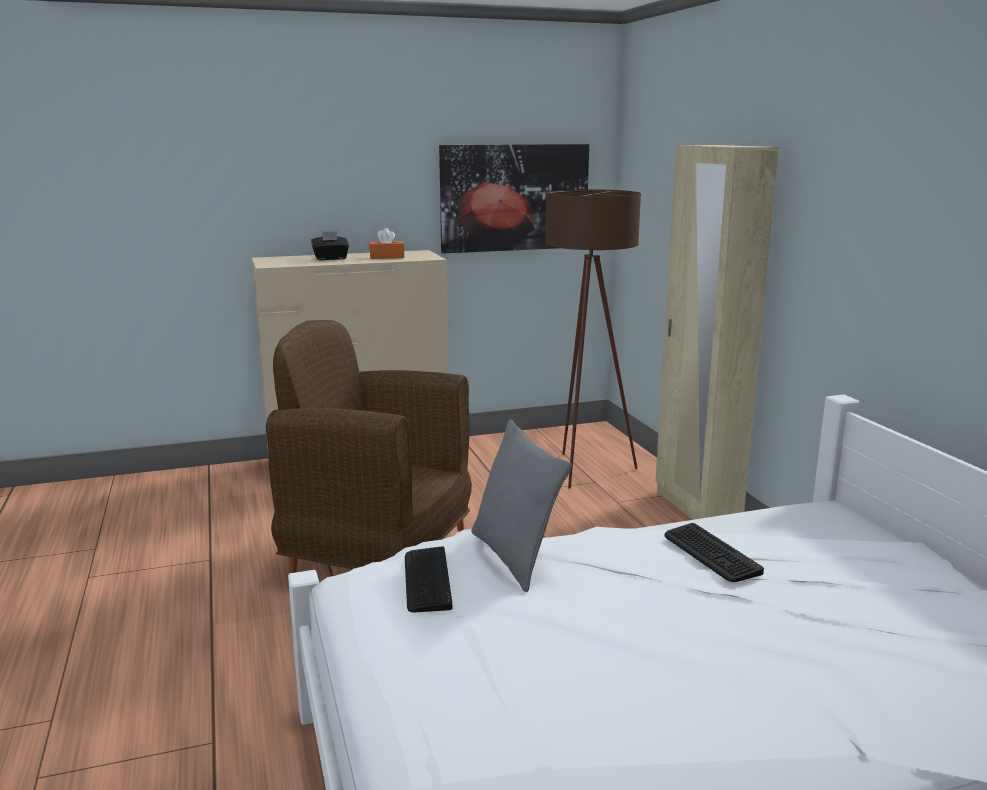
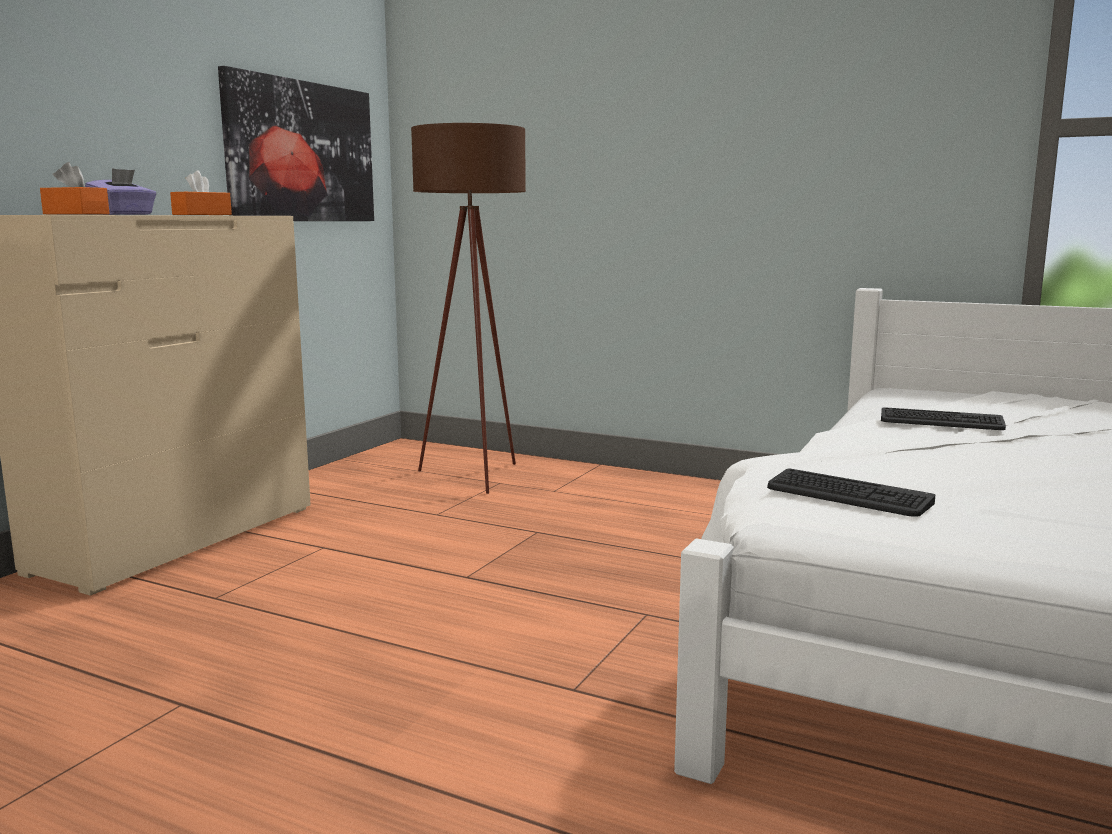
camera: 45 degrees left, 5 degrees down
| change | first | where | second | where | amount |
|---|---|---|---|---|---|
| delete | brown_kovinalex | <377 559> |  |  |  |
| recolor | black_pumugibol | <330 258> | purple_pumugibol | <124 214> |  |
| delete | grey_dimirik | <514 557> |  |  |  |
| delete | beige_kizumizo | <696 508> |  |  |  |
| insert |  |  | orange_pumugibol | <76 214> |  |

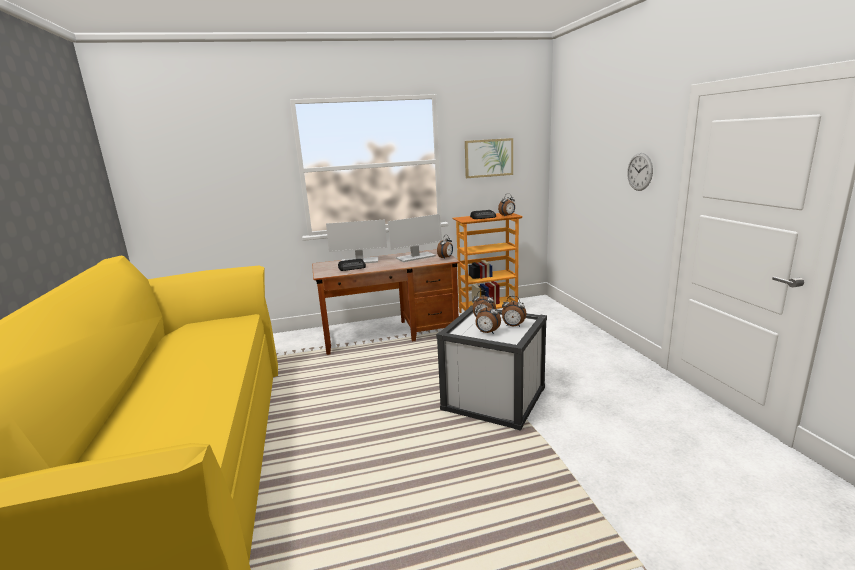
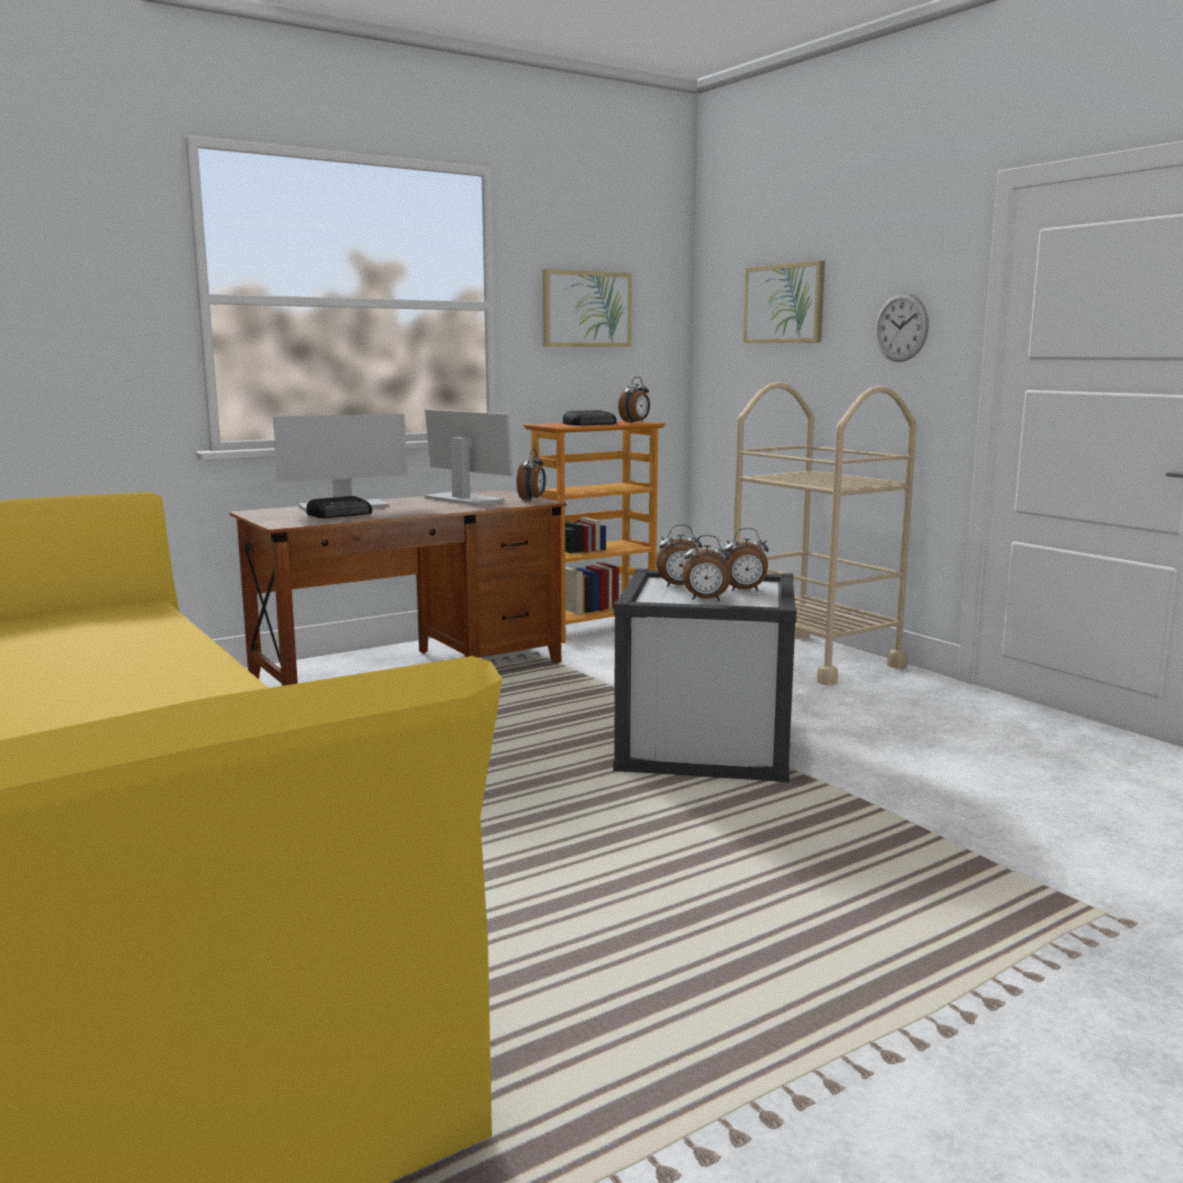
camera: 20 degrees left, 5 degrees down
| change | first | where | second | where | amount |
|---|---|---|---|---|---|
| rotate | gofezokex | <415 257> |  | <464 500> | 90 degrees counterclockwise |
| insert |  |  | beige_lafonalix | <813 658> |  |
| insert |  |  | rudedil | <784 304> |  |

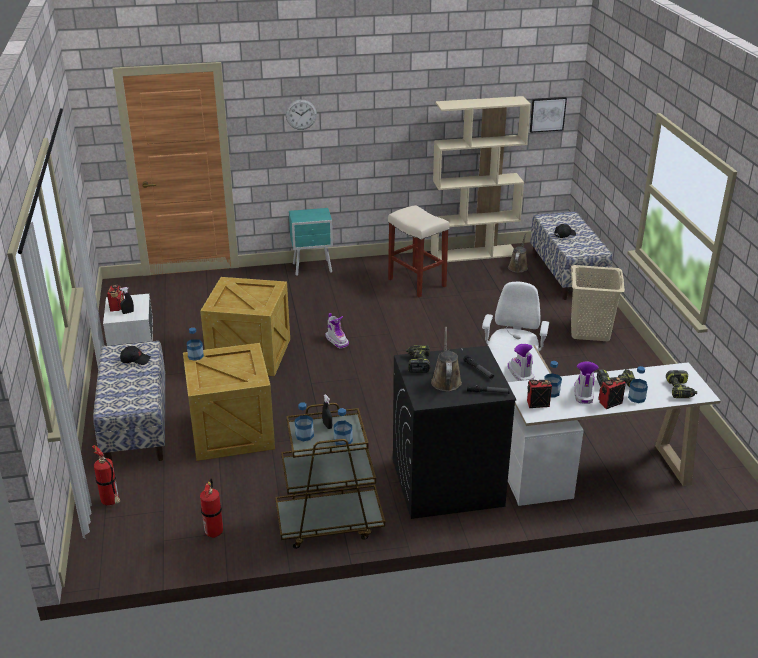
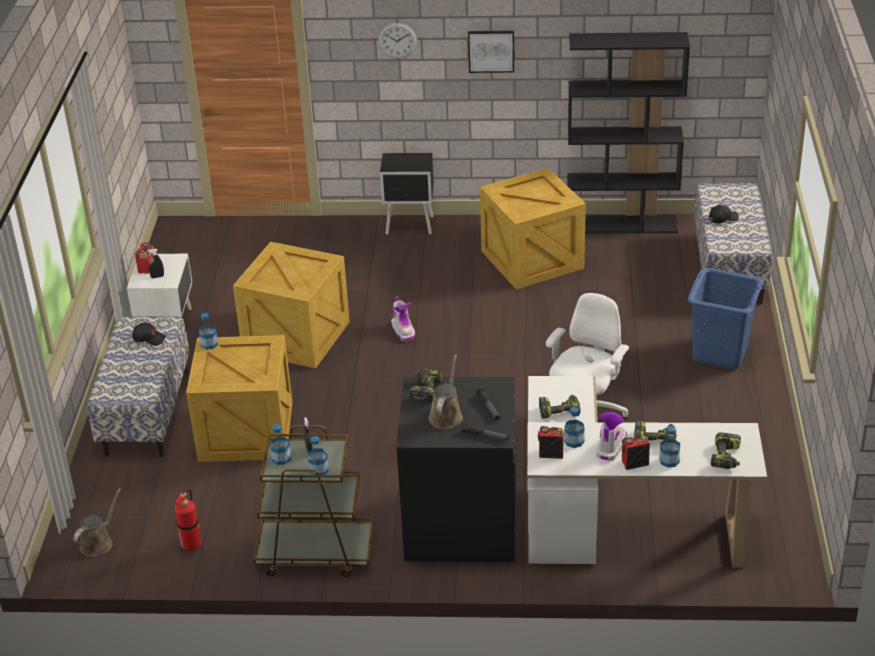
camera: 15 degrees right, 5 degrees up
| change | first | where | second | where | amount |
|---|---|---|---|---|---|
| delete | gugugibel | <111 503> |  |  |  |
| recolor | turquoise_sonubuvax | <313 268> | black_sonubuvax | <411 226> |  |
| replace | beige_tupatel | <416 282> | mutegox | <530 259> |  |
| recolor | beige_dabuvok | <474 254> | black_dabuvok | <622 224> |  |
| move | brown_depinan | <518 267> |  | <98 543> |  |
| replace | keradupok | <520 374> | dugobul | <559 411> |  |
| move | rudedil | <547 114> |  | <491 50> |  |
| recolor | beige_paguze | <589 331> | blue_paguze | <720 352> |  |

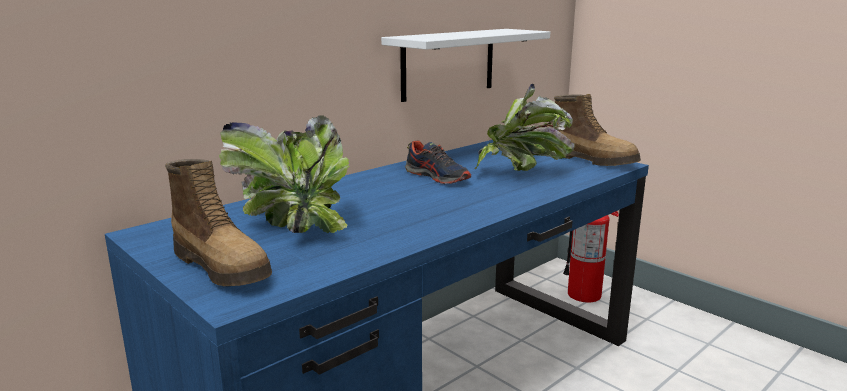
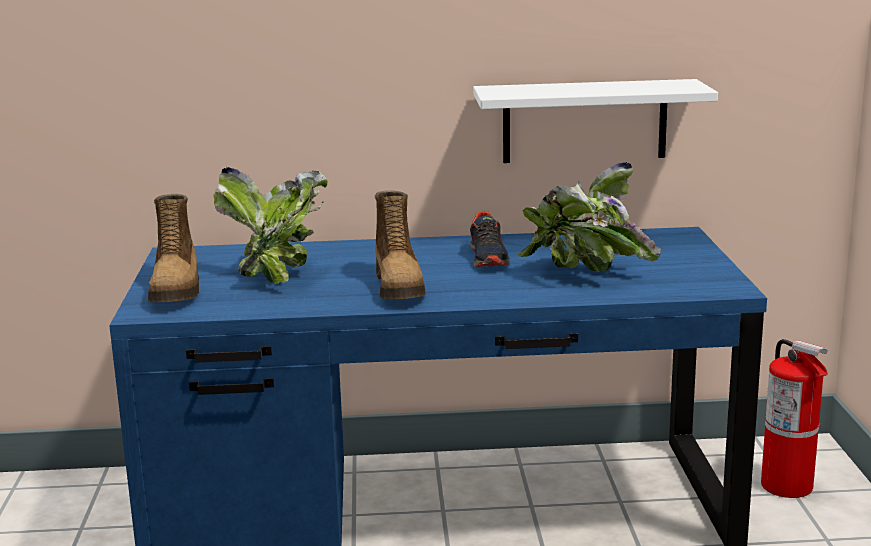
camera: 40 degrees right, 0 degrees up
| change | first | where | second | where | amount |
|---|---|---|---|---|---|
| move | keradupok | <592 160> |  | <400 287> |  |

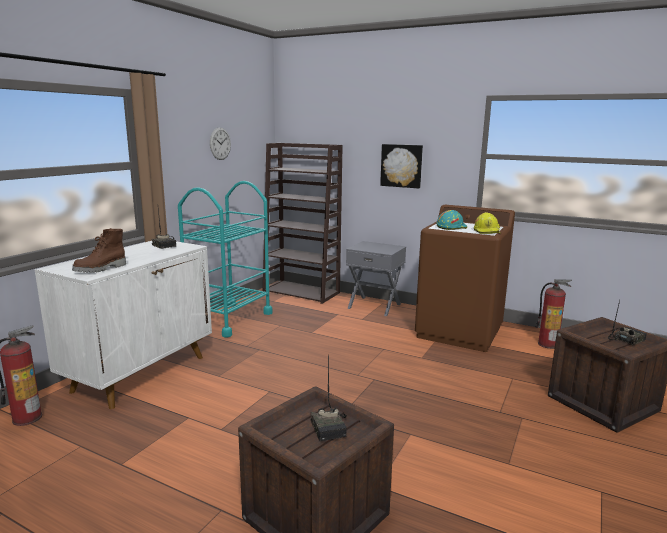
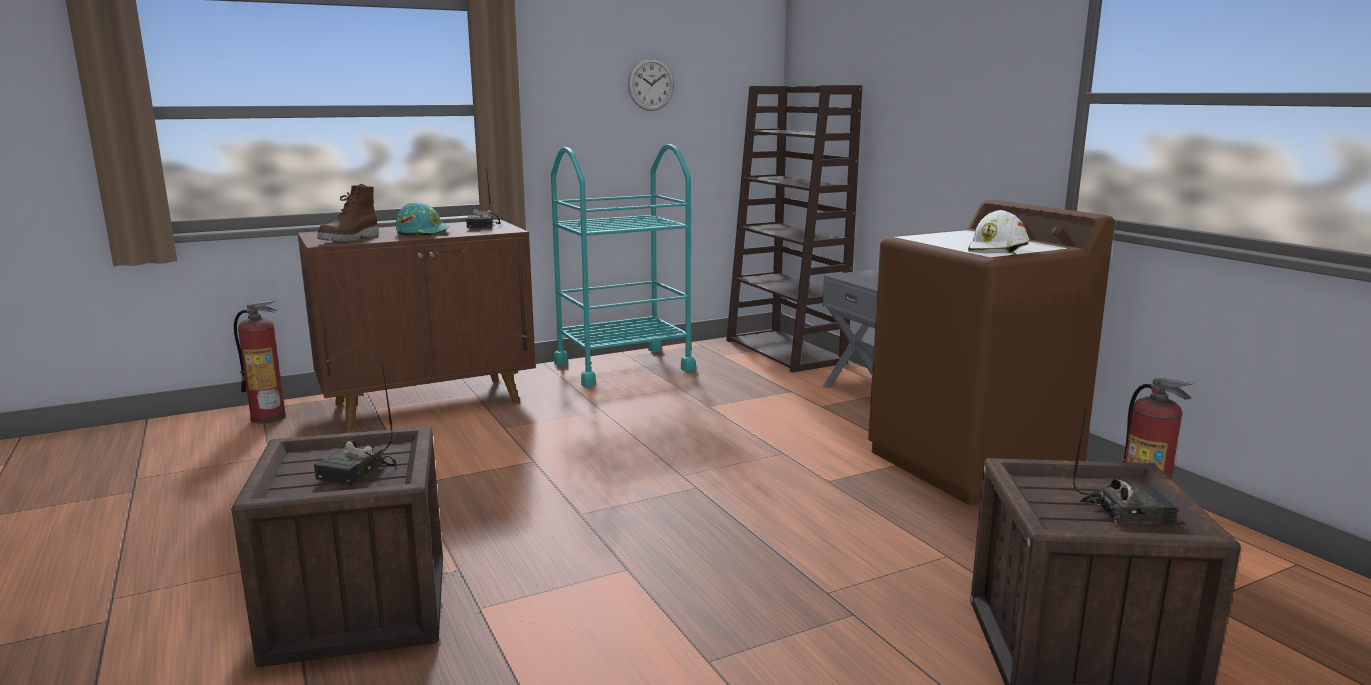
camera: 35 degrees right, 0 degrees up
| change | first | where | second | where | amount |
|---|---|---|---|---|---|
| recolor | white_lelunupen | <141 373> | brown_lelunupen | <429 403> |  |
| rotate | brown_keradupok | <101 269> |  | <350 239> | 45 degrees counterclockwise |
| delete | rudedil | <401 165> |  |  |  |
| move | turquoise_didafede | <451 227> |  | <423 233> |  |
| recolor | yellow_didafede | <487 231> | white_didafede | <998 250> |  |

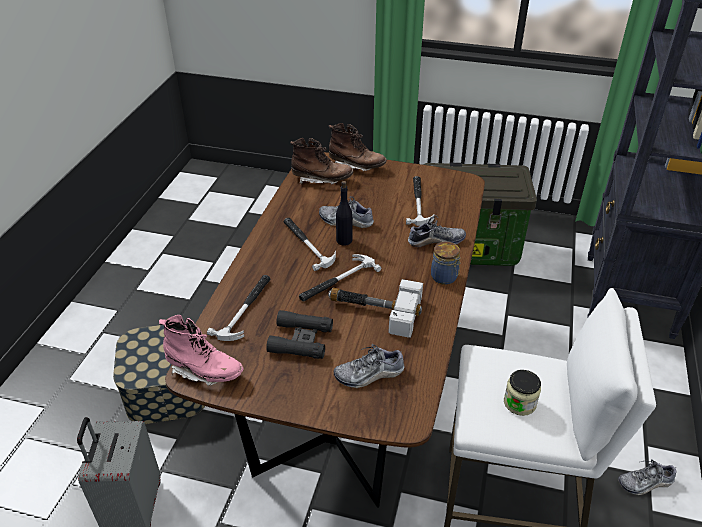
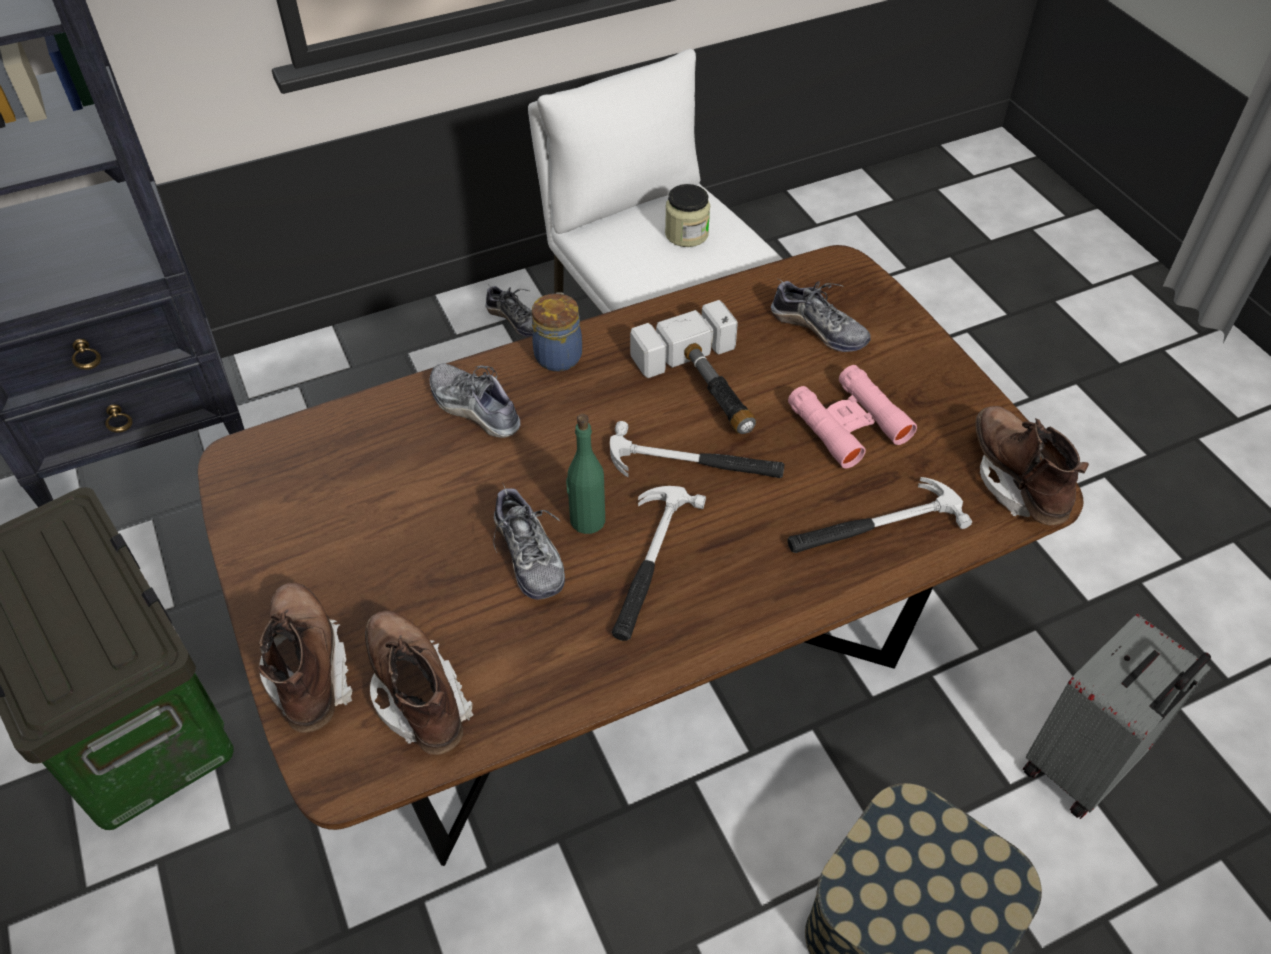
camera: 130 degrees left, 10 degrees up
| change | first | where | second | where | amount |
|---|---|---|---|---|---|
| recolor | pink_keradupok | <204 370> | brown_keradupok | <1016 481> |  |
| recolor | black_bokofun | <301 340> | pink_bokofun | <848 424> |  |
| recolor | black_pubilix | <344 240> | green_pubilix | <587 520> |  |
| delete | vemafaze | <418 202> |  |  |  |

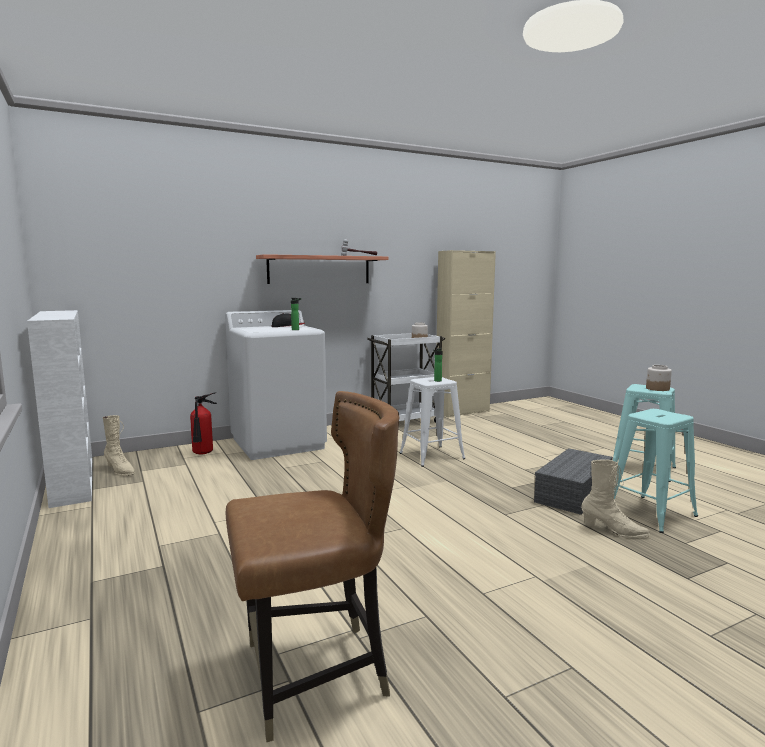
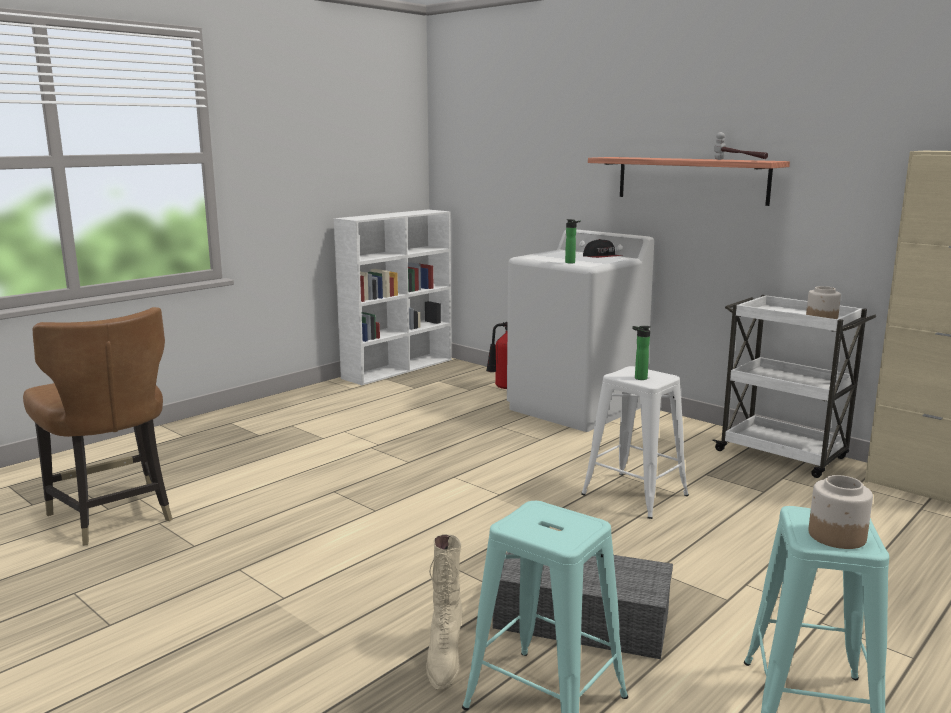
camera: 70 degrees right, 5 degrees up
| change | first | where | second | where | amount |
|---|---|---|---|---|---|
| delete | beige_keradupok | <120 471> |  |  |  |

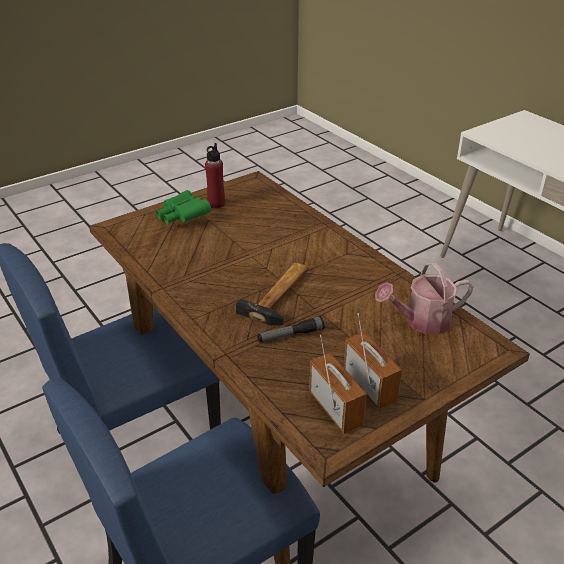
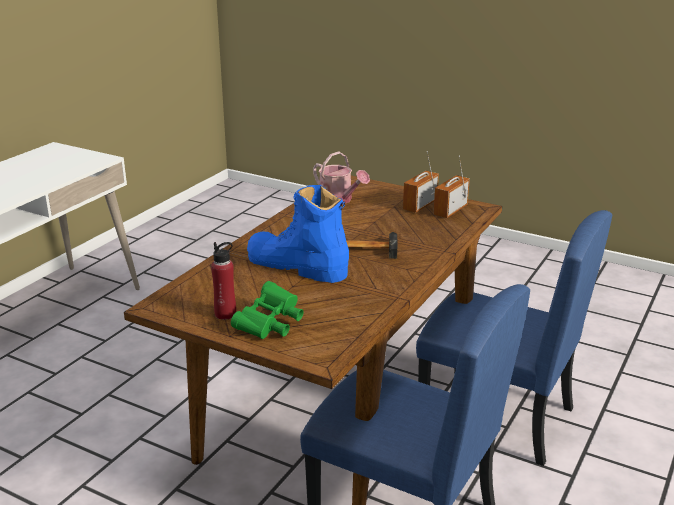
camera: 115 degrees left, 10 degrees down
| change | first | where | second | where | amount |
|---|---|---|---|---|---|
| delete | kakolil | <290 335> |  |  |  |
| insert |  |  | blue_keradupok | <297 266> |  |

